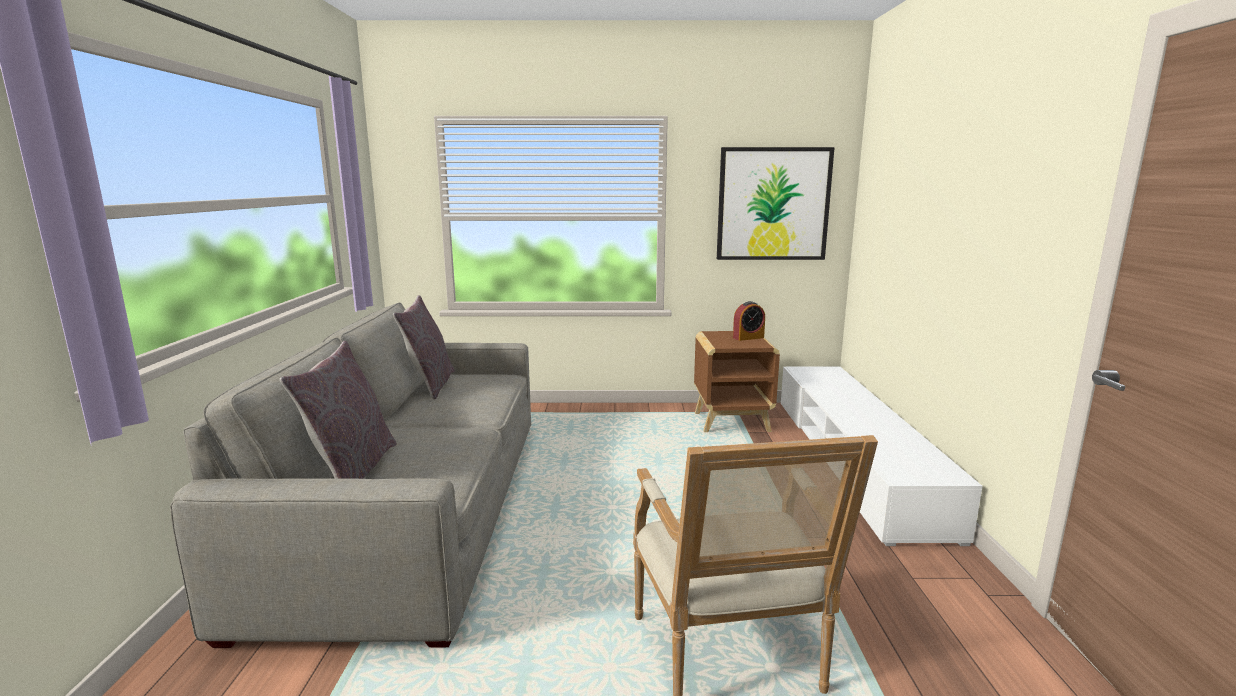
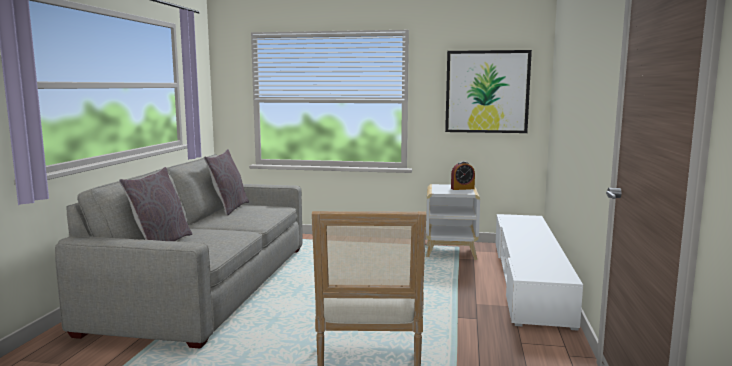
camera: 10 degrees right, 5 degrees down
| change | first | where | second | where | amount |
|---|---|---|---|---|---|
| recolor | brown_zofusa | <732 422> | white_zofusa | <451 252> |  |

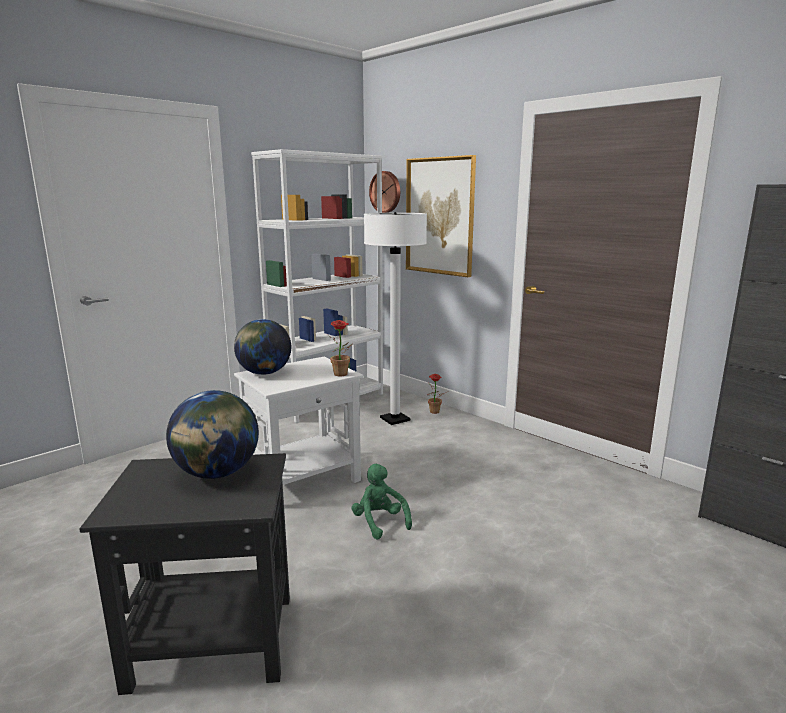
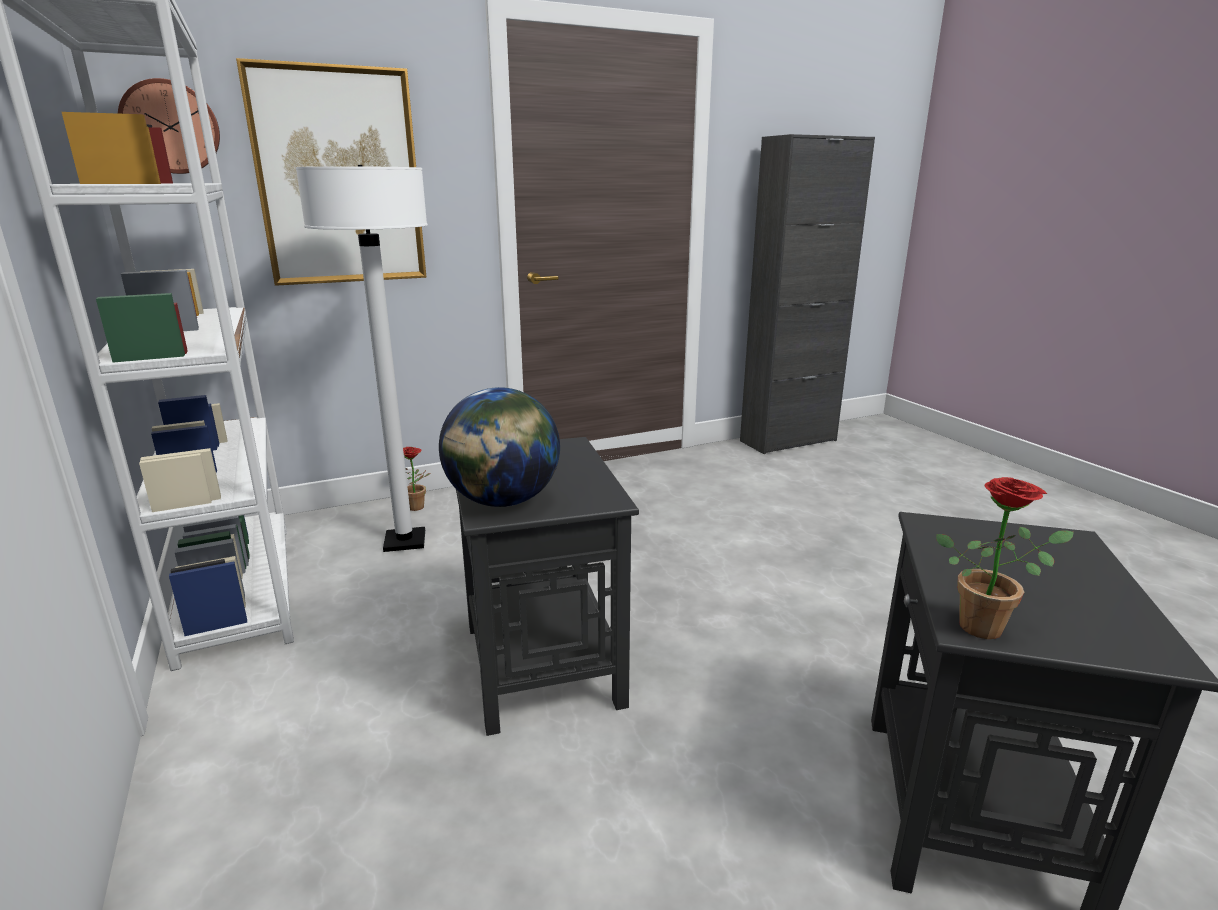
camera: 70 degrees left, 5 degrees up
| change | first | where | second | where | amount |
|---|---|---|---|---|---|
| delete | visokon | <217 473> |  |  |  |
| recolor | white_zofusa | <304 479> | black_zofusa | <542 662> |  |
| move | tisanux | <342 375> |  | <987 625> |  |
| delete | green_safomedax | <379 522> |  |  |  |

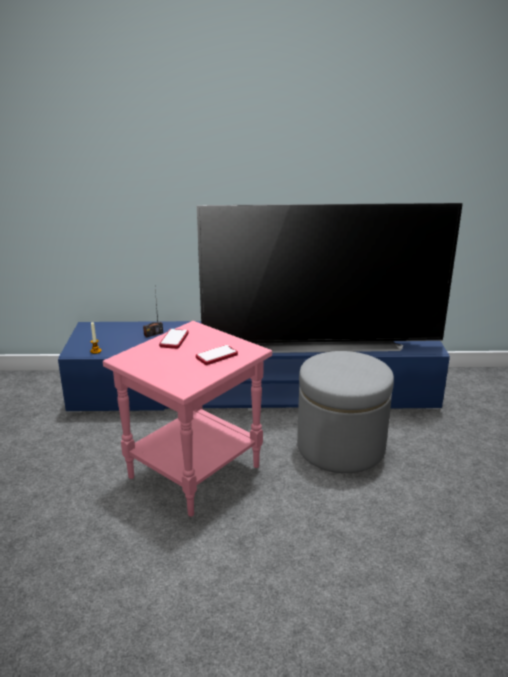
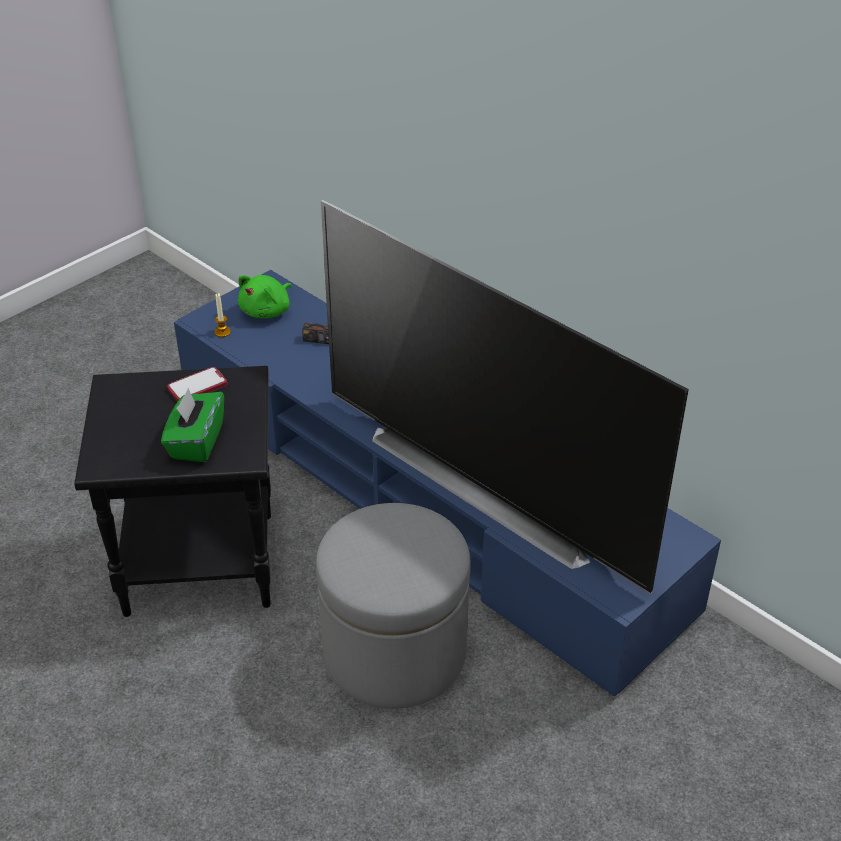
camera: 45 degrees right, 15 degrees up
| change | first | where | second | where | amount |
|---|---|---|---|---|---|
| recolor | pink_zofusa | <194 470> | black_zofusa | <202 561> |  |
| replace | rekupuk | <216 356> | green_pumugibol | <196 442> |  |
| insert |  |  | green_safomedax | <267 311> |  |

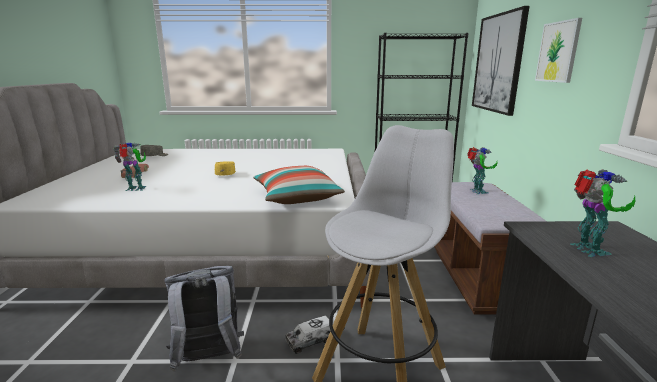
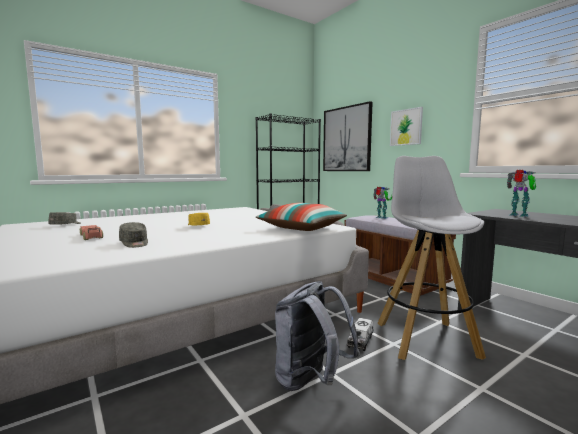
camera: 35 degrees left, 10 degrees down
| change | first | where | second | where | amount |
|---|---|---|---|---|---|
| replace | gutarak | <136 189> | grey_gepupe | <134 243> |  |

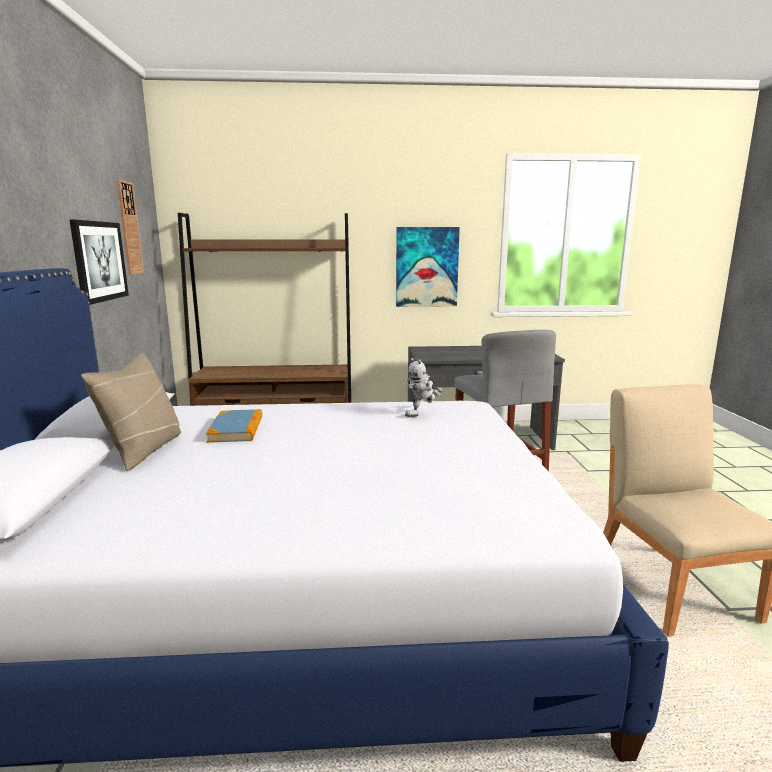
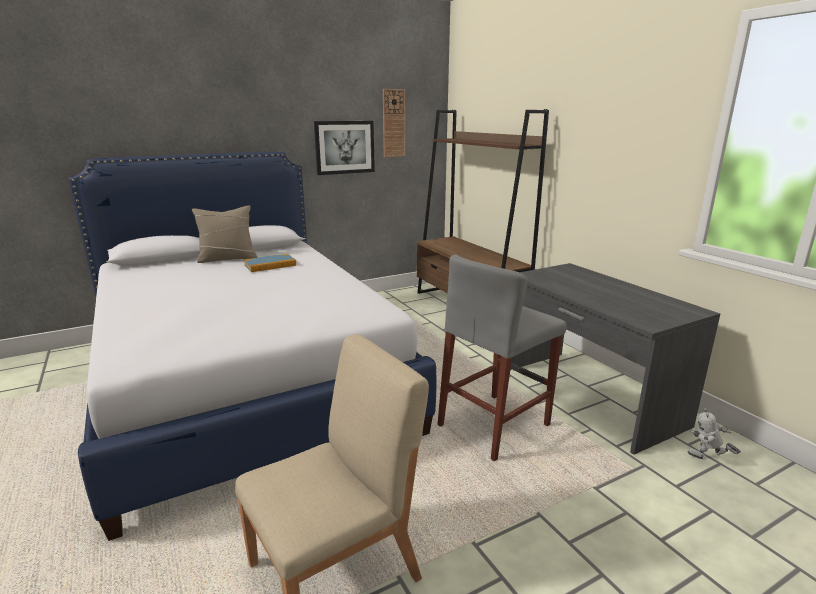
camera: 65 degrees right, 5 degrees up
| change | first | where | second | where | amount |
|---|---|---|---|---|---|
| delete | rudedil | <426 267> |  |  |  |
| move | gutarak | <422 415> |  | <707 461> |  |

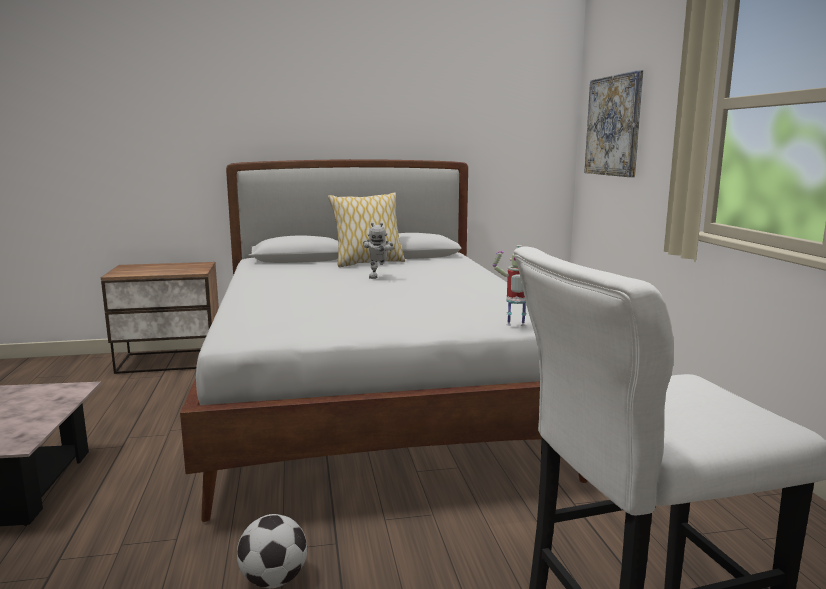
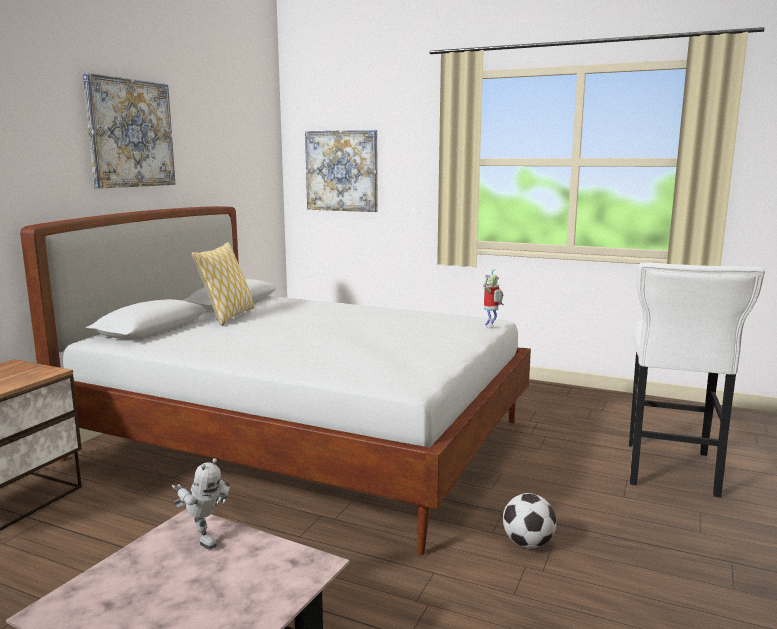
camera: 55 degrees left, 0 degrees up
| change | first | where | second | where | amount |
|---|---|---|---|---|---|
| move | gutarak | <378 277> |  | <203 537> |  |
| insert |  |  | rudedil | <130 133> |  |

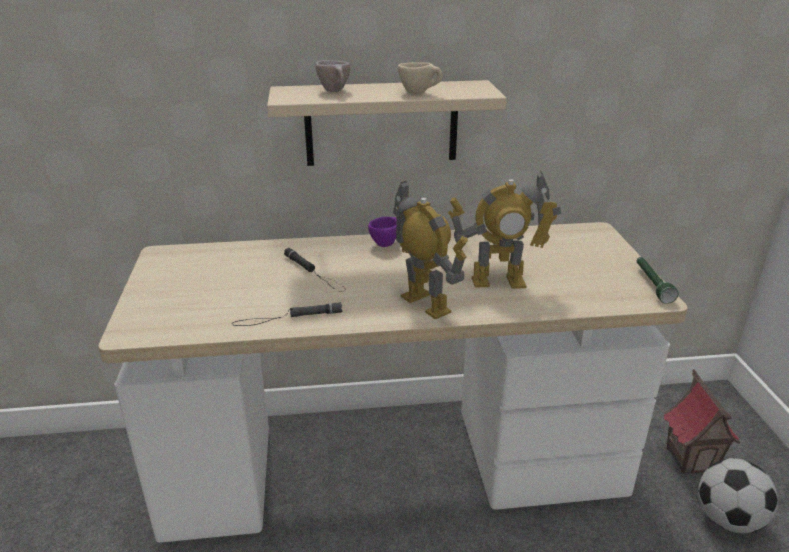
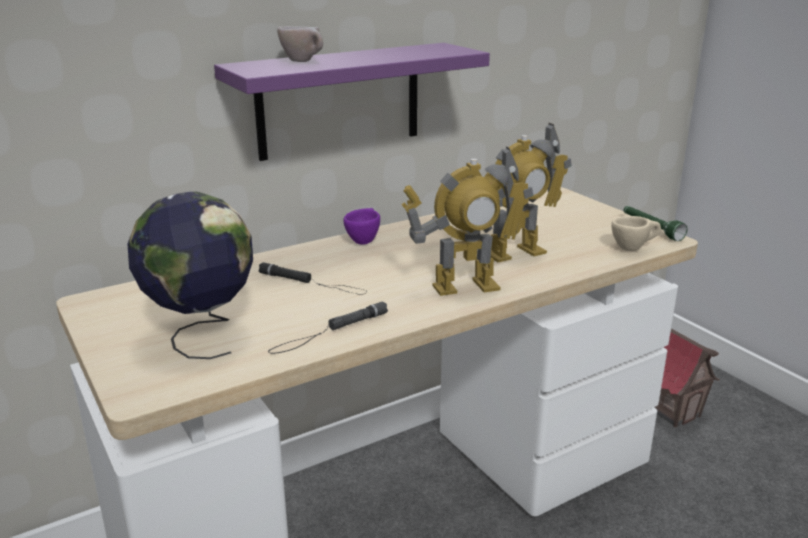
camera: 25 degrees left, 5 degrees down
| change | first | where | second | where | amount |
|---|---|---|---|---|---|
| recolor | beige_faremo | <381 123> | purple_faremo | <339 100> |  |
| rotate | gutarak | <426 304> |  | <465 286> | 135 degrees clockwise |
| move | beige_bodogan | <420 93> |  | <633 248> |  |
| delete | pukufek | <729 519> |  |  |  |
| insert |  |  | visokon | <202 335> |  |

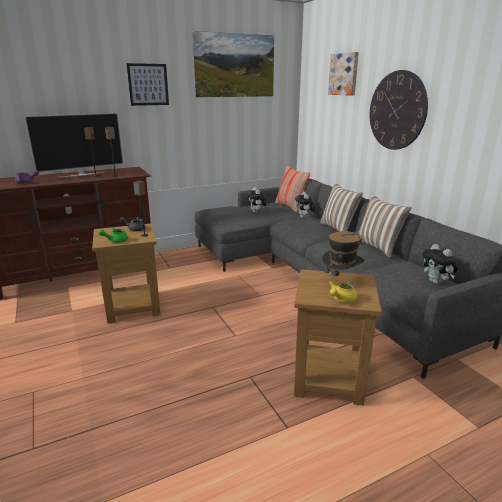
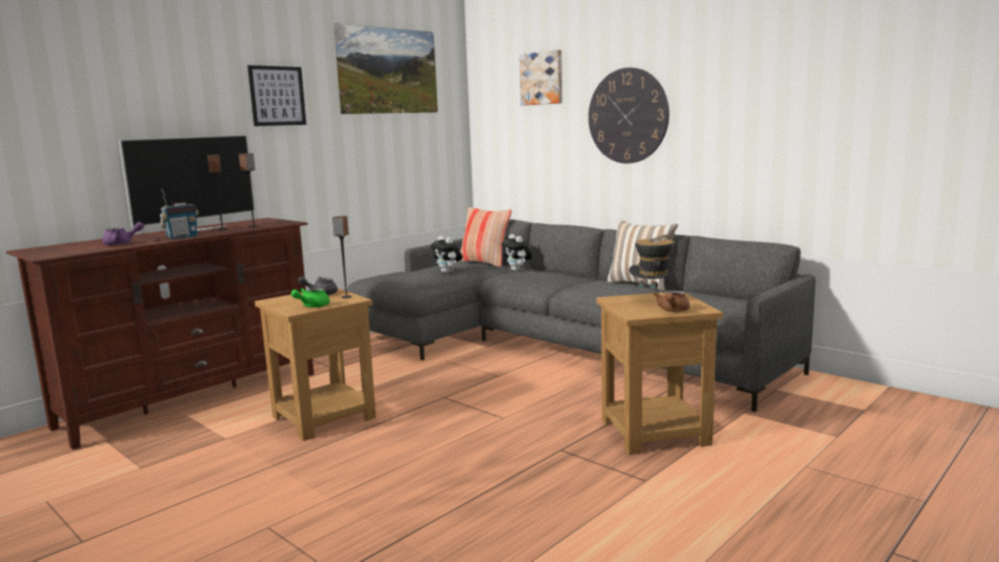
camera: 20 degrees left, 10 degrees down
| change | first | where | second | where | amount |
|---|---|---|---|---|---|
| delete | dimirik | <338 228> |  |  |  |
| recolor | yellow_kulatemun | <341 299> | brown_kulatemun | <672 310> |  |
| delete | safomedax | <436 282> |  |  |  |
| insert |  |  | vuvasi | <182 237> |  |

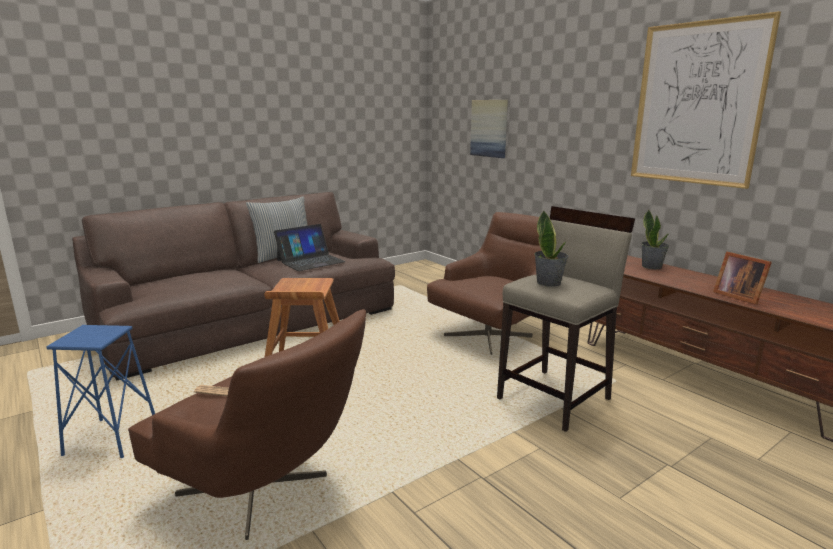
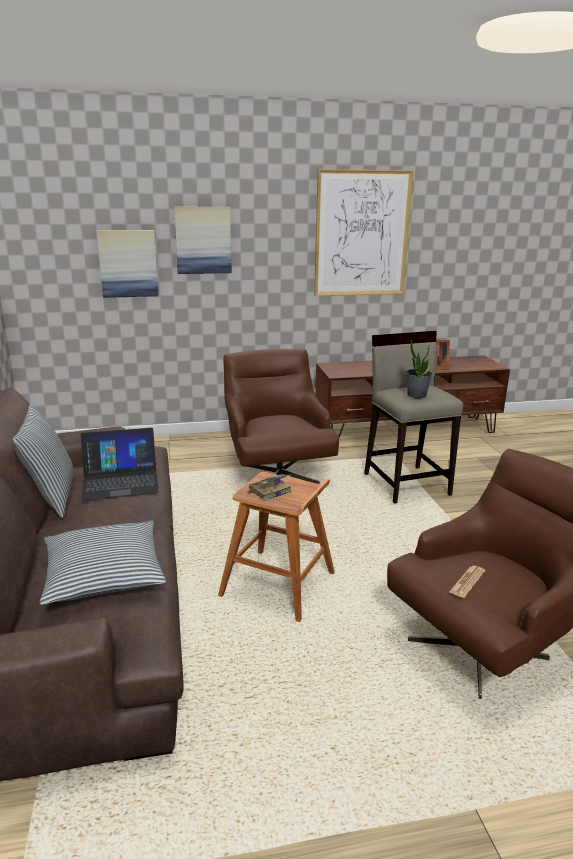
camera: 65 degrees left, 5 degrees up
| change | first | where | second | where | amount |
|---|---|---|---|---|---|
| delete | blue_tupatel | <112 439> |  |  |  |
| rotate | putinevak | <310 261> |  | <120 481> | 90 degrees clockwise |
| delete | tisanux | <652 266> |  |  |  |
| insert |  |  | dimirik | <104 574> |  |
| insert |  |  | rudedil | <203 240> |  |
| insert |  |  | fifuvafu | <269 491> |  |

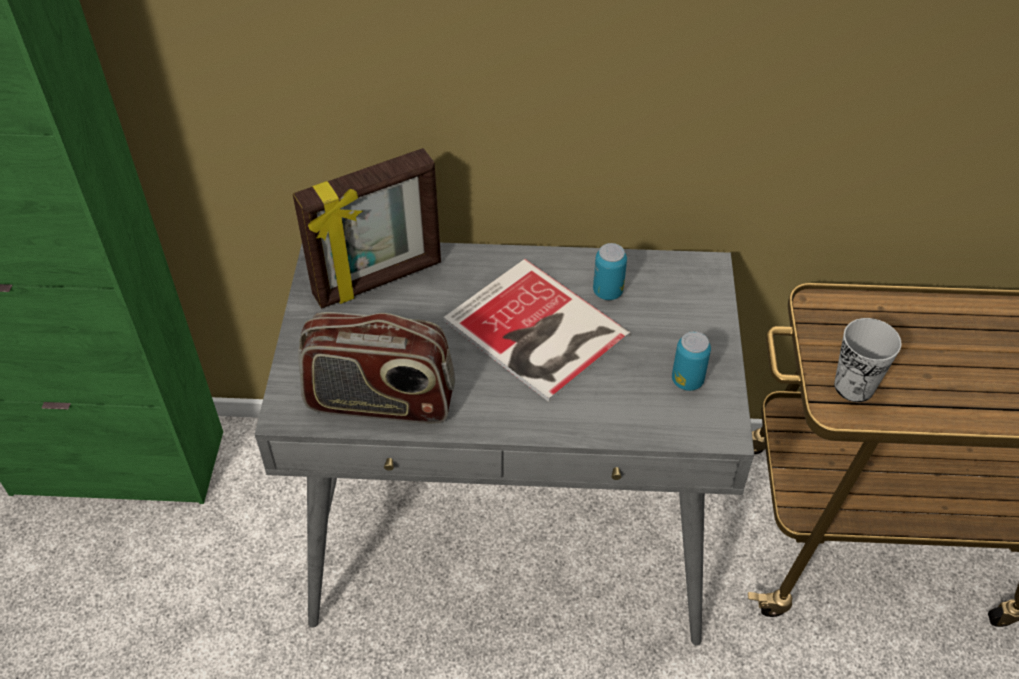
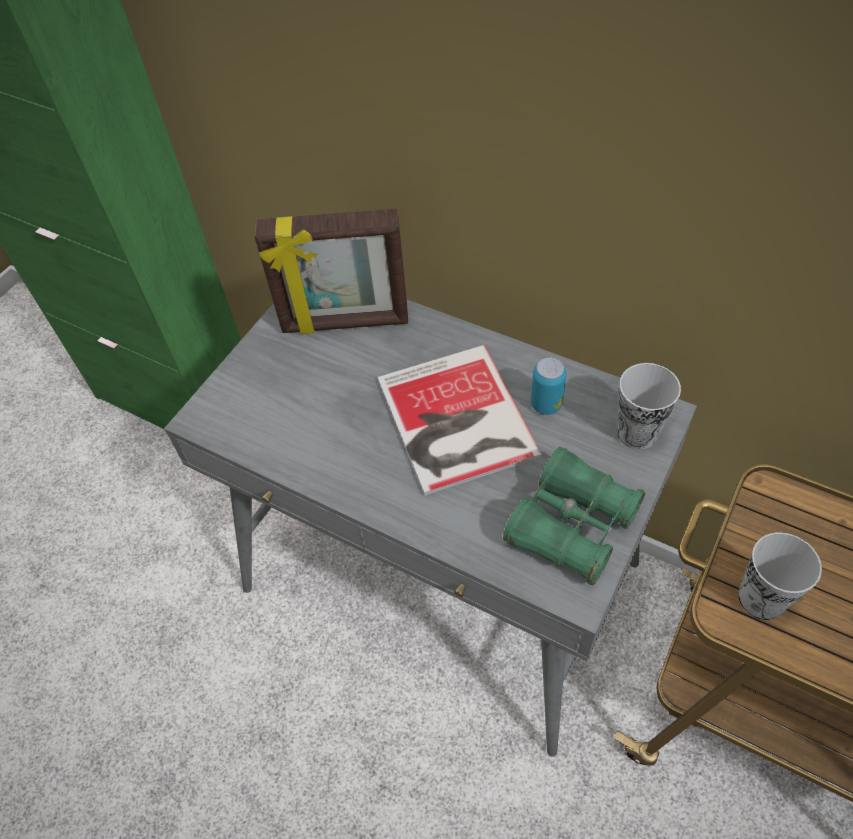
camera: 30 degrees right, 5 degrees up
| change | first | where | second | where | amount |
|---|---|---|---|---|---|
| delete | vuvasi | <380 402> |  |  |  |
| replace | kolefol | <687 380> | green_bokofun | <571 526> |  |
| insert |  |  | bodogan | <637 432> |  |

